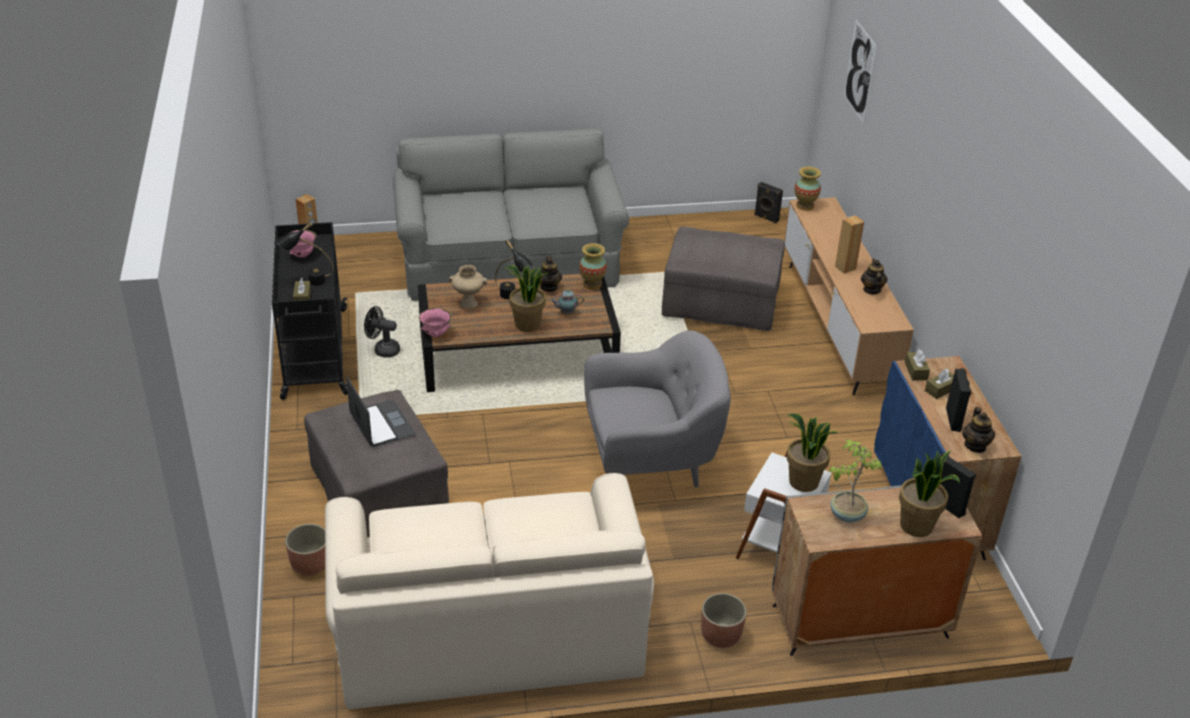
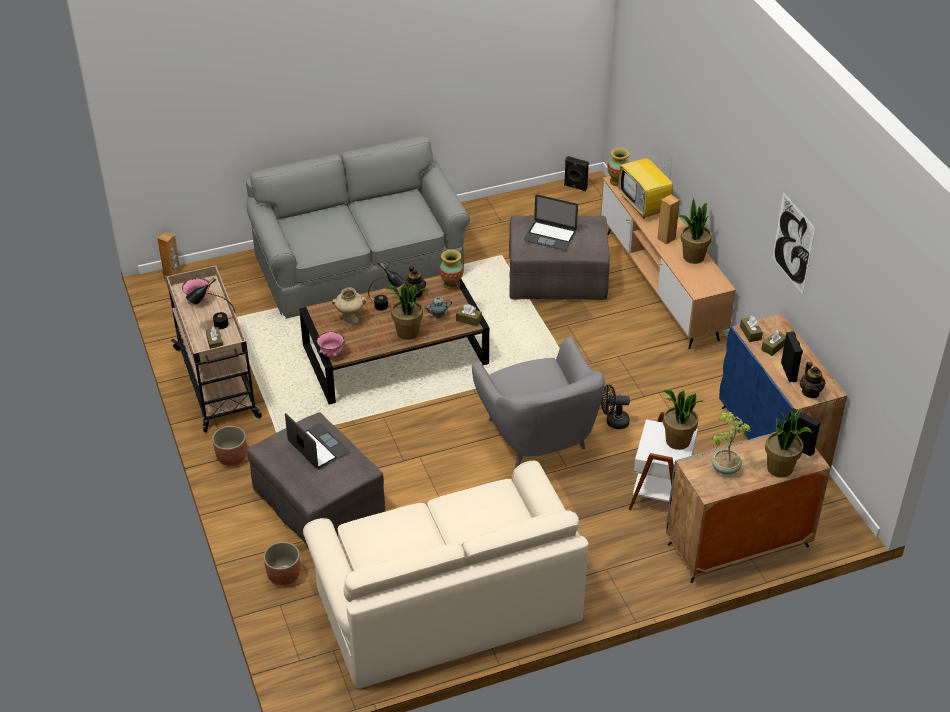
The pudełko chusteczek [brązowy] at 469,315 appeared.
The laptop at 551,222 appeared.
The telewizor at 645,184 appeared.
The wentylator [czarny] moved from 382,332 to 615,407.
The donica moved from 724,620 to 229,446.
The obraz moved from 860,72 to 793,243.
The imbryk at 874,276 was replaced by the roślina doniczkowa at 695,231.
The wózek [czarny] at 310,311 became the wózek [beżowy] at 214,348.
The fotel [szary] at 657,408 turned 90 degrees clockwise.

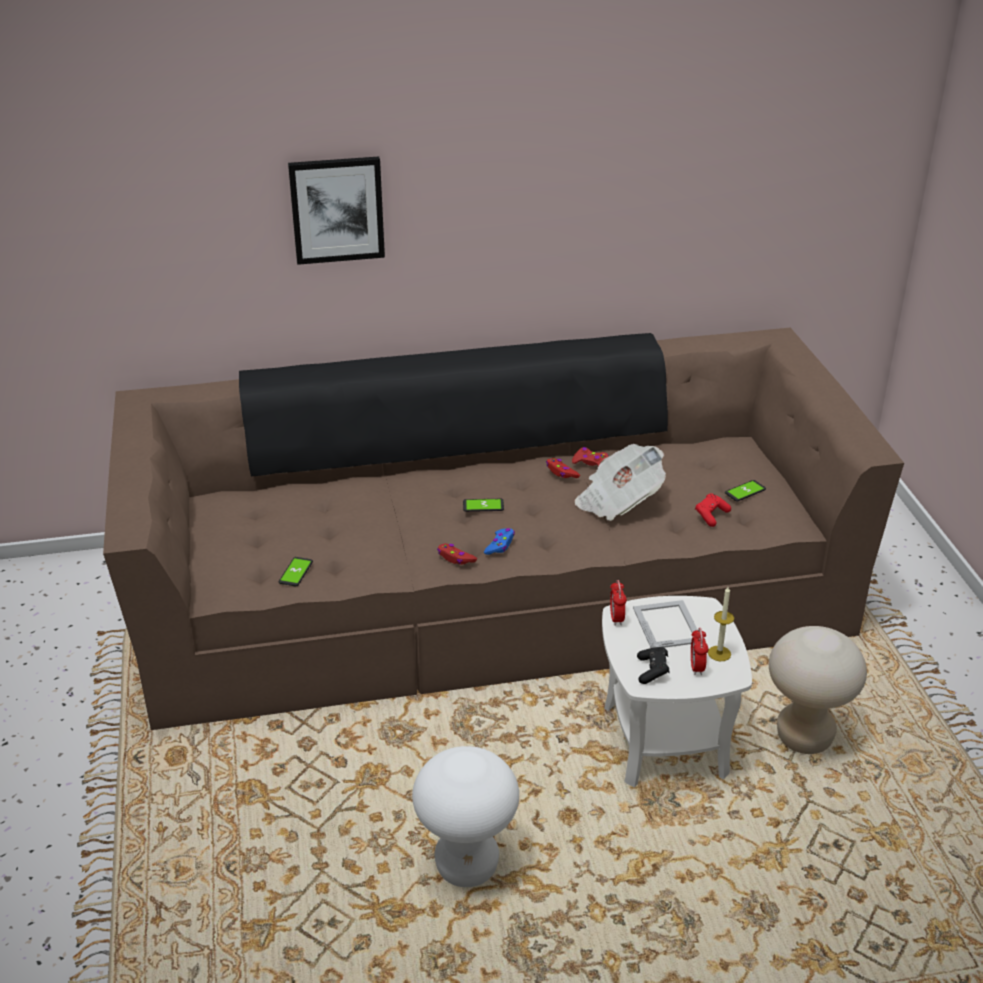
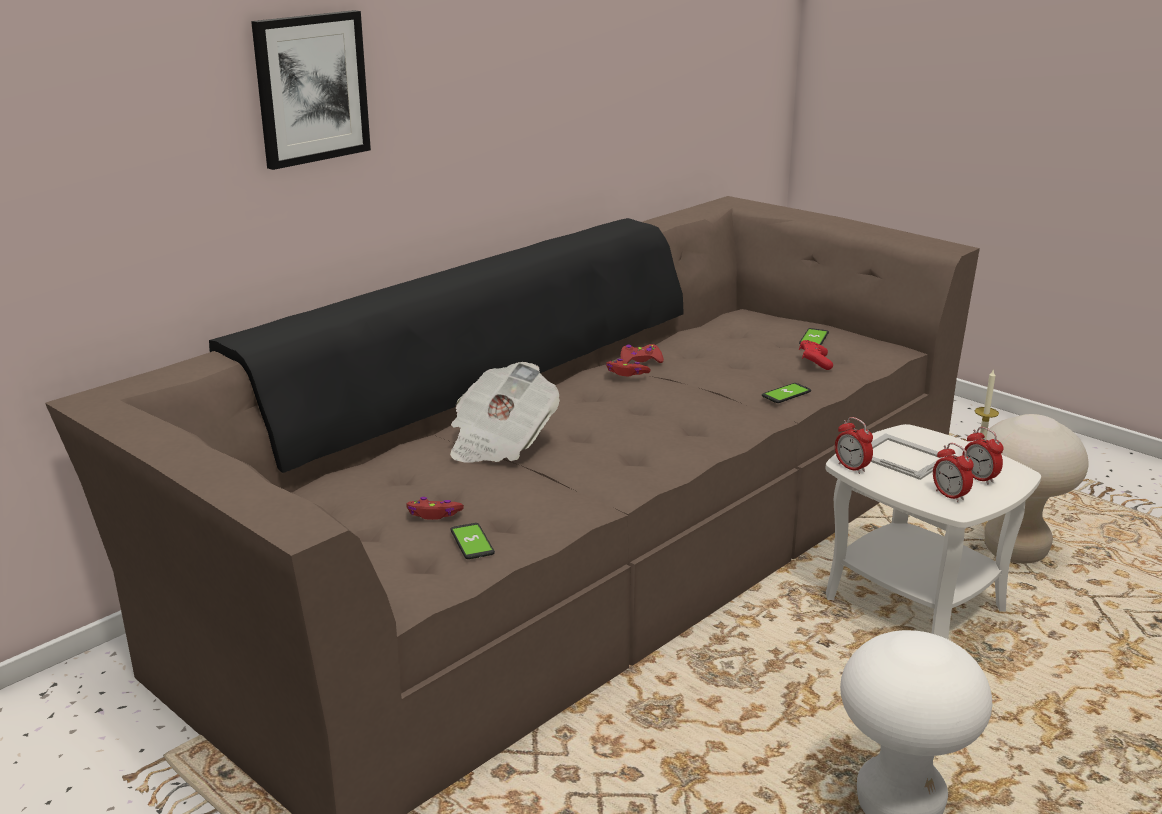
The pad do gier [niebieski] at 499,541 disappeared.
The pad do gier [czerwony] moved from 457,554 to 435,508.
The telefon moved from 483,505 to 786,393.
The gazeta moved from 620,482 to 505,412.
The pad do gier [czarny] at 653,665 was replaced by the budzik at 953,472.

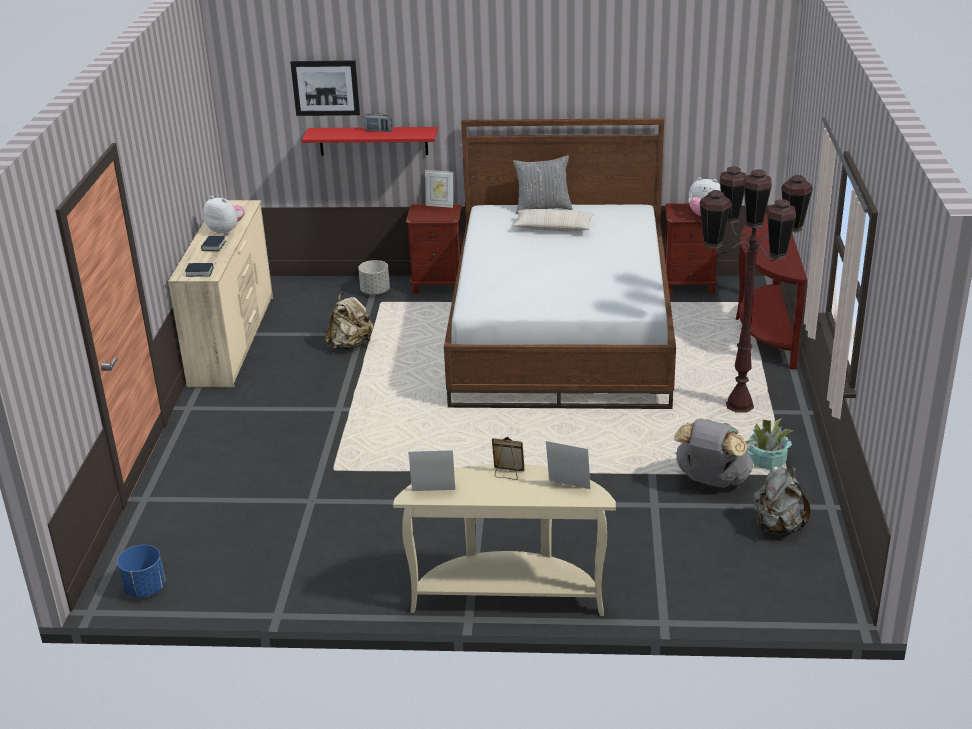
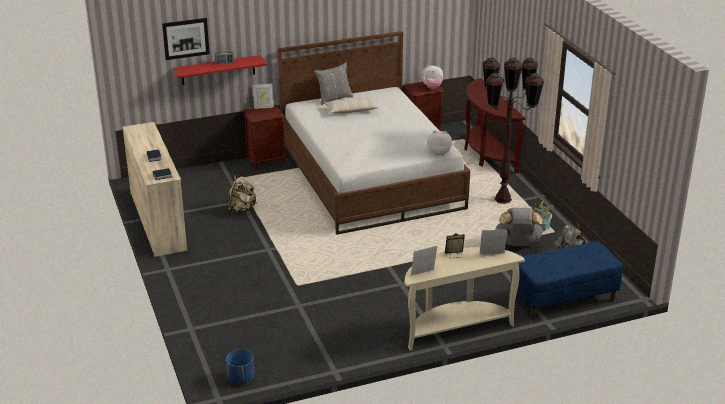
The donica [szary] at 374,277 disappeared.
The ławka [niebieski] at 567,280 appeared.
The pluszak moved from 224,215 to 439,143.

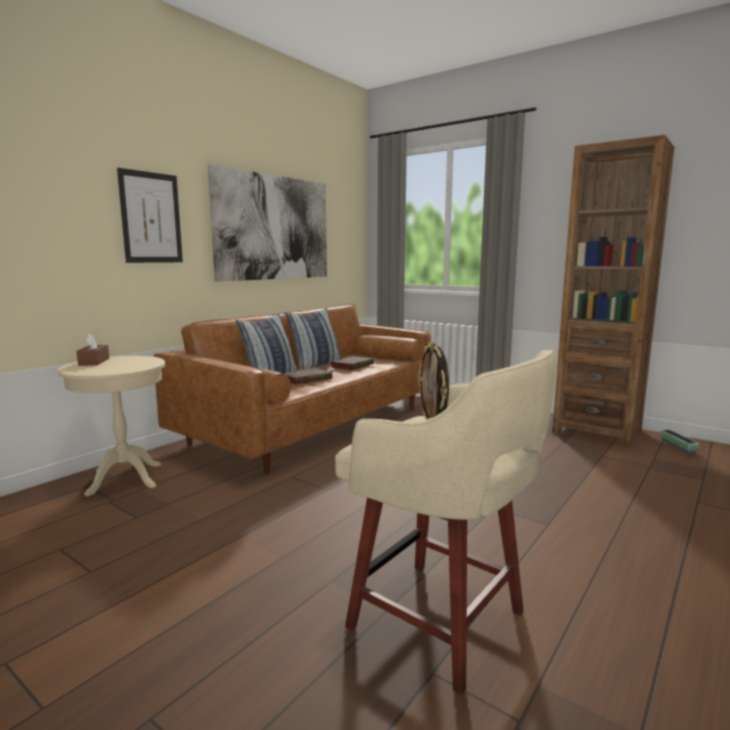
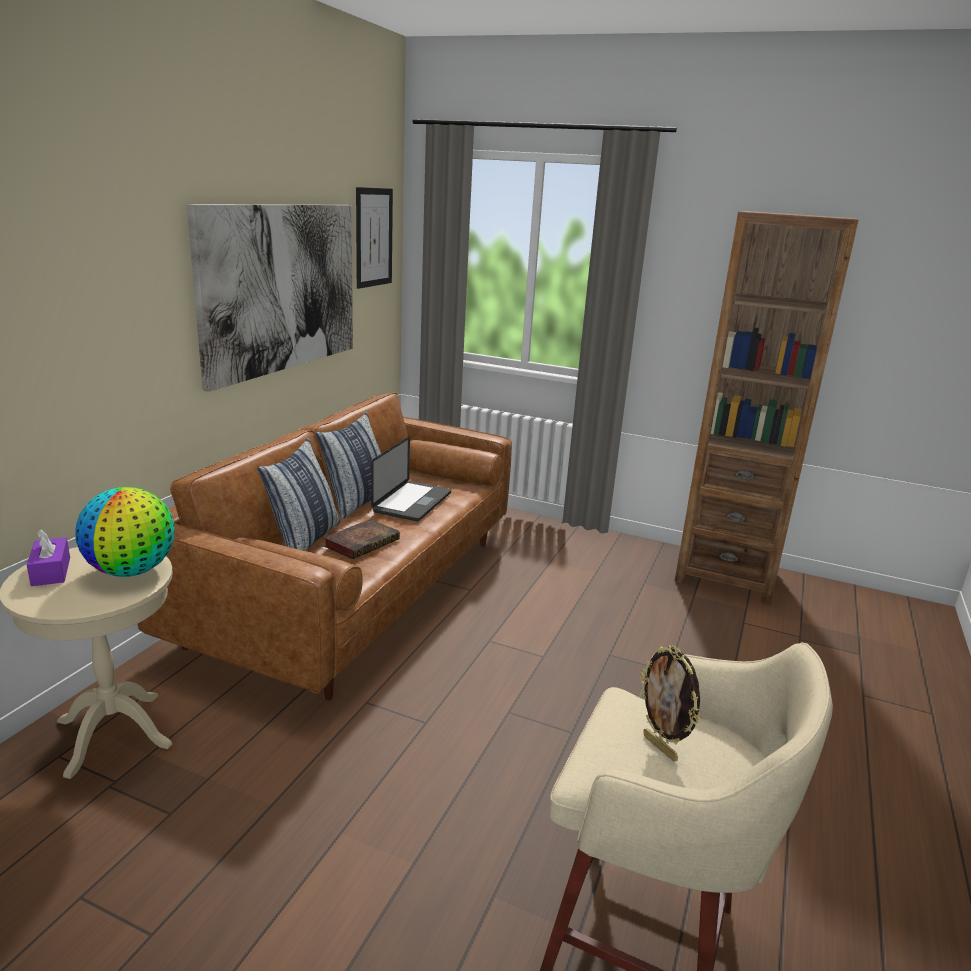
The donica at 680,441 disappeared.
The globus at 125,532 appeared.
The obraz moved from 150,215 to 374,238.
The książka at 352,363 was replaced by the laptop at 411,479.
The pudełko chusteczek [brązowy] at 92,350 became the pudełko chusteczek [fioletowy] at 48,557.

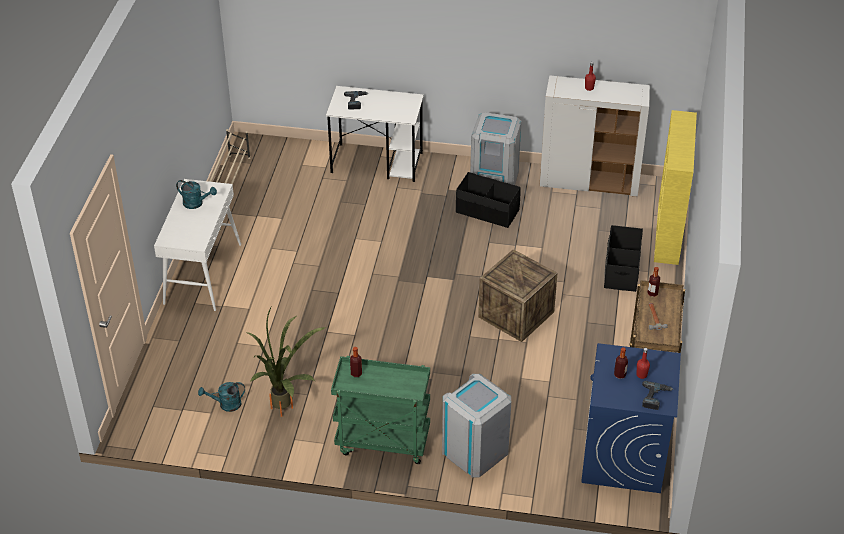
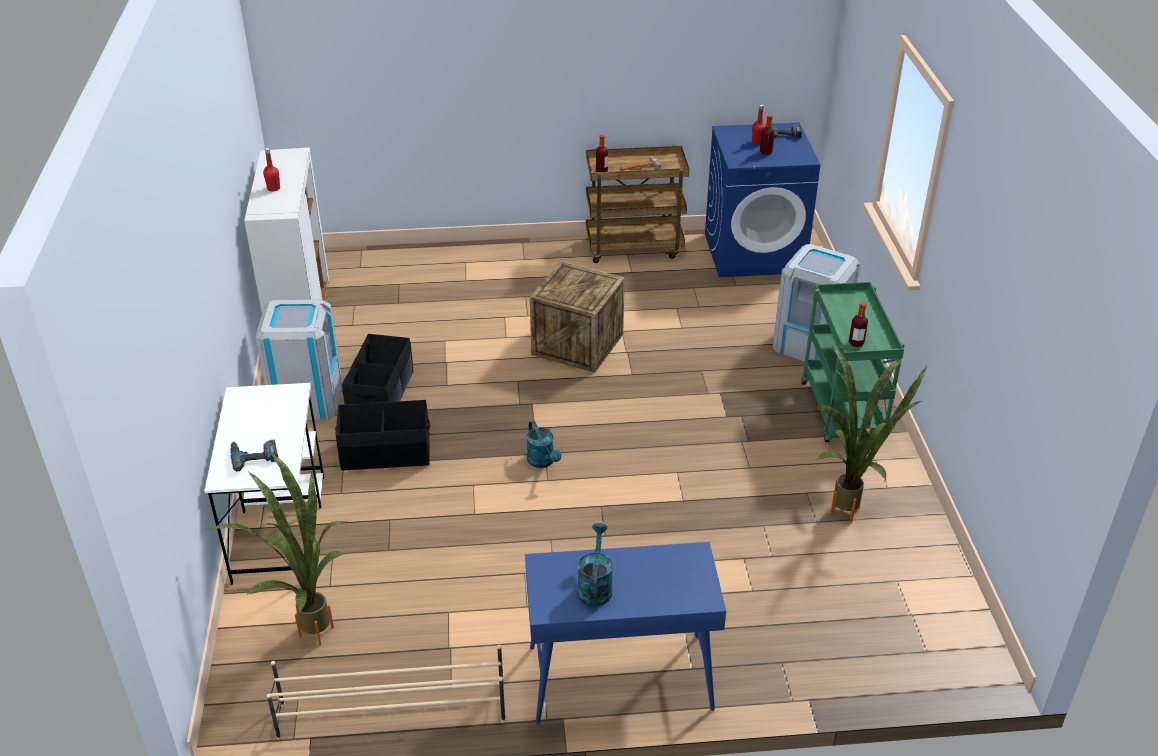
The regał [żółty] at 675,187 disappeared.
The roślina doniczkowa at 277,549 appeared.
The konewka [turkusowy] moved from 221,397 to 544,444.
The pojemnik do przechowywania [czarny] moved from 623,258 to 382,435.
The stolik konsolowy [biały] at 197,245 became the stolik konsolowy [niebieski] at 625,633.

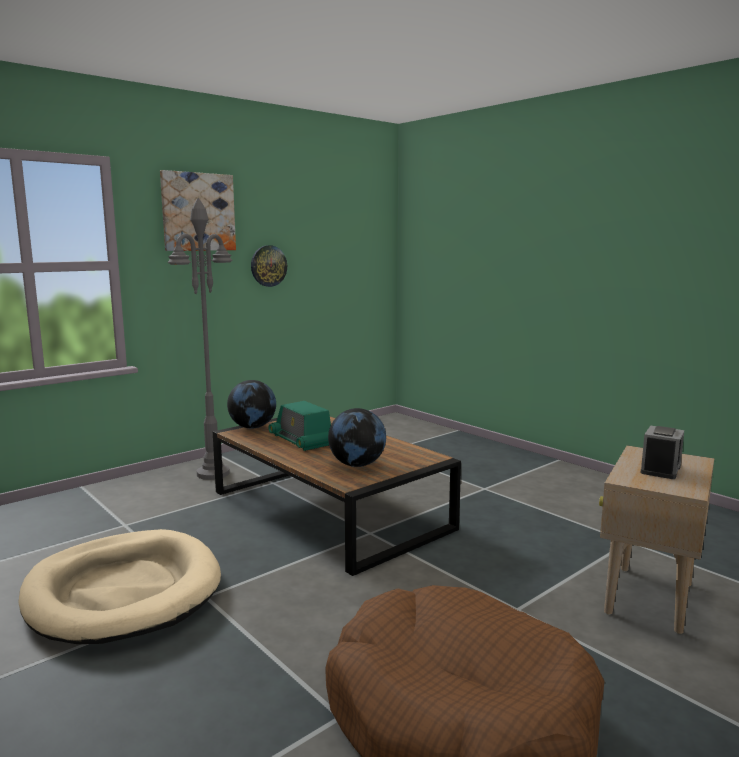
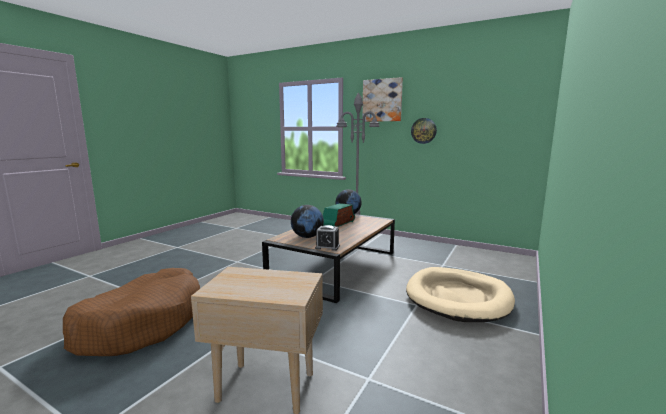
The legowisko [beżowy] moved from 119,586 to 460,294.
The budzik moved from 662,452 to 327,238.

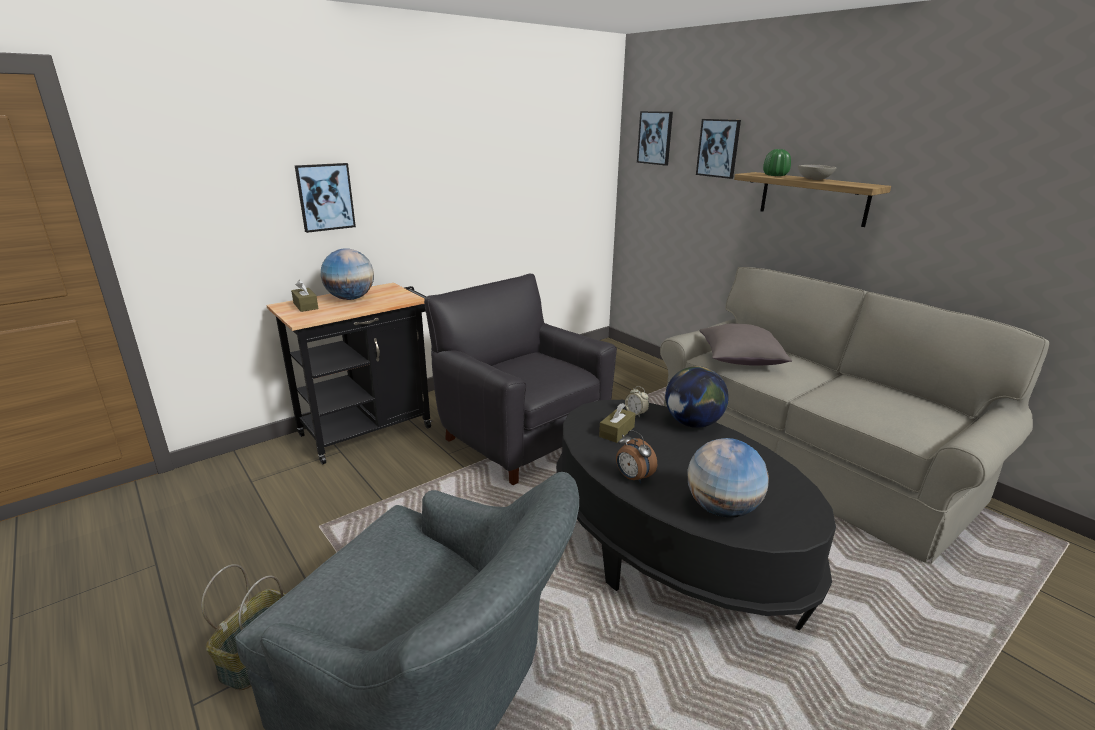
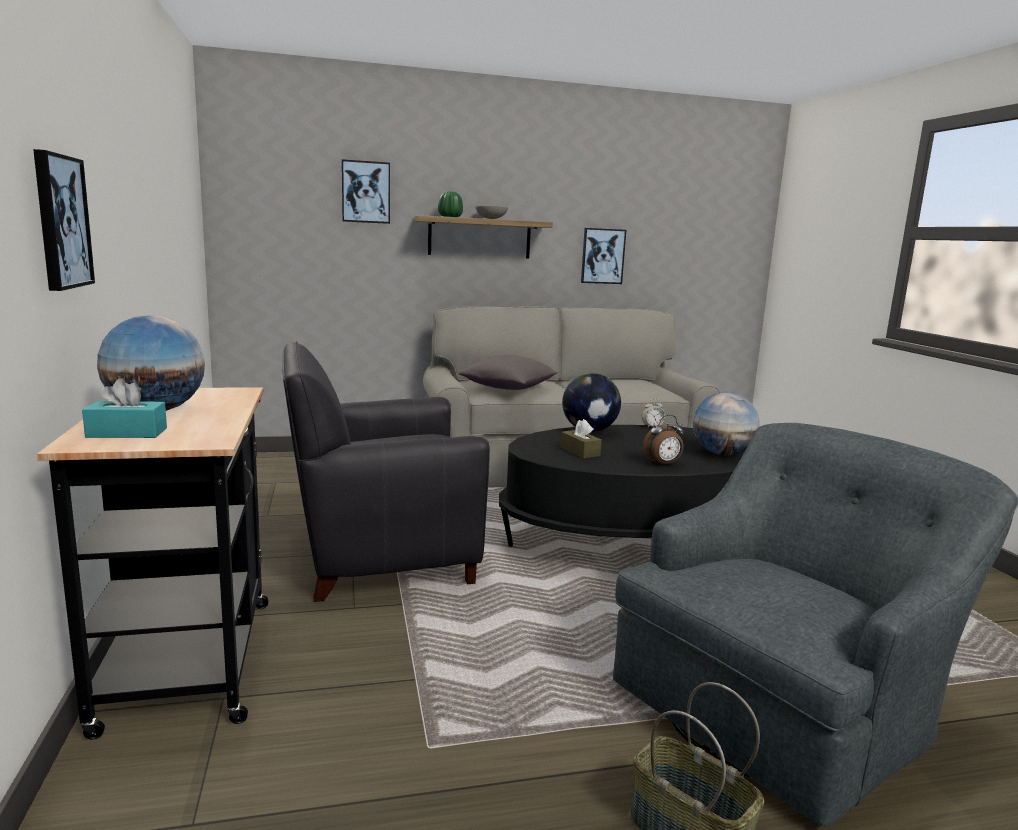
The budzik moved from 637,402 to 653,413.
The obraz moved from 655,138 to 603,256.
The pudełko chusteczek [brązowy] at 304,296 became the pudełko chusteczek [turkusowy] at 124,408.

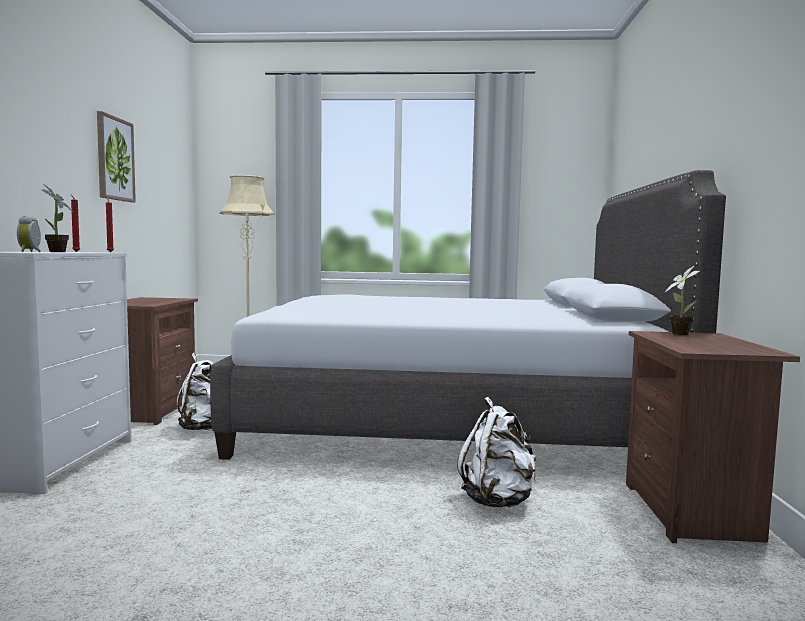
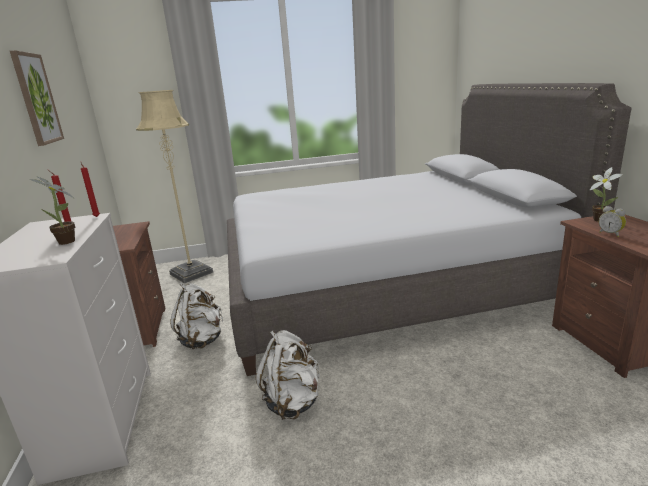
The budzik moved from 29,234 to 612,221.
The plecak [biały] moved from 497,452 to 288,375.

